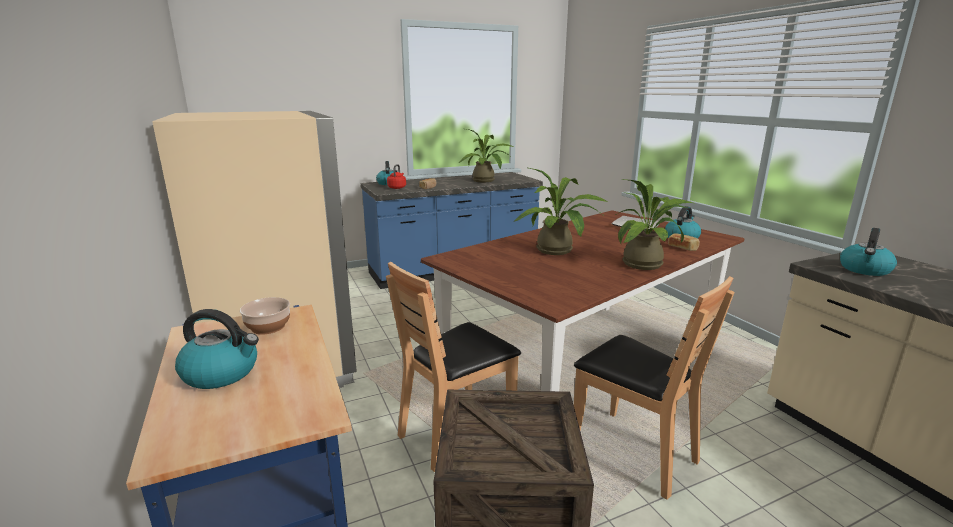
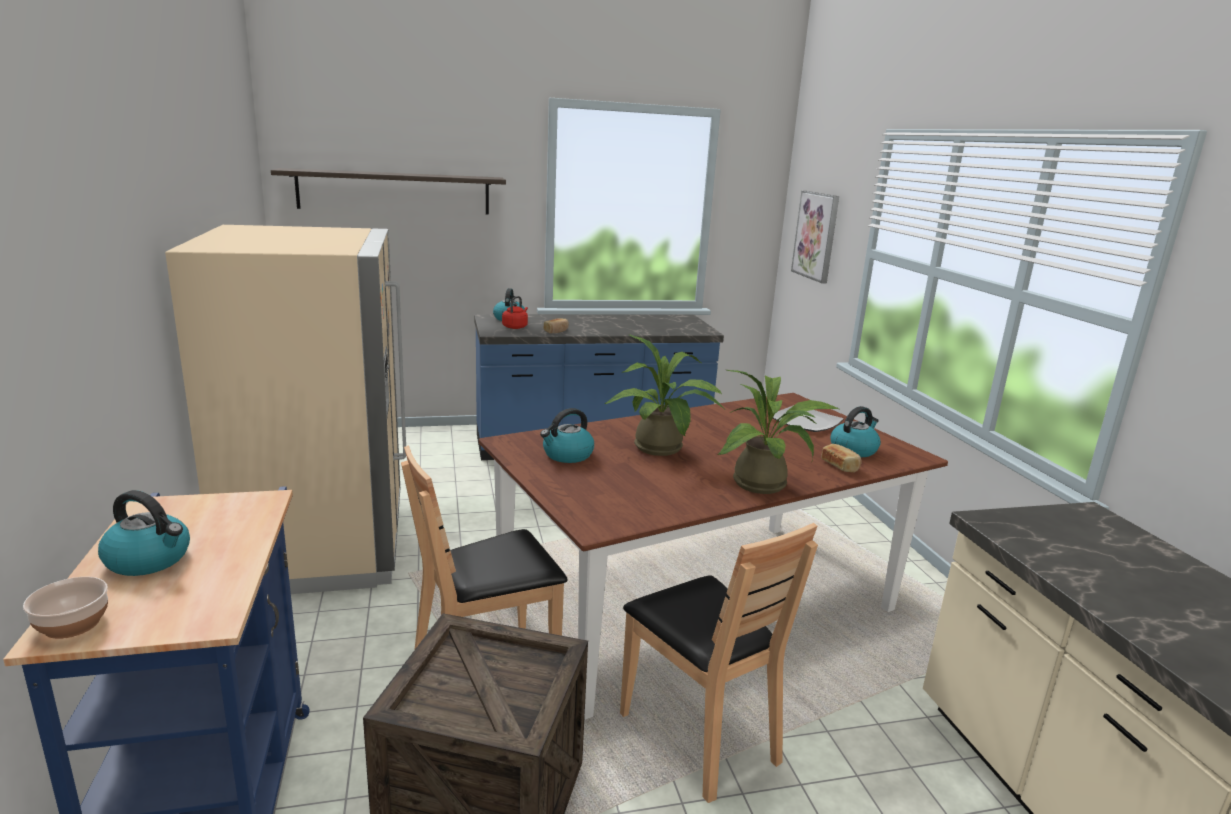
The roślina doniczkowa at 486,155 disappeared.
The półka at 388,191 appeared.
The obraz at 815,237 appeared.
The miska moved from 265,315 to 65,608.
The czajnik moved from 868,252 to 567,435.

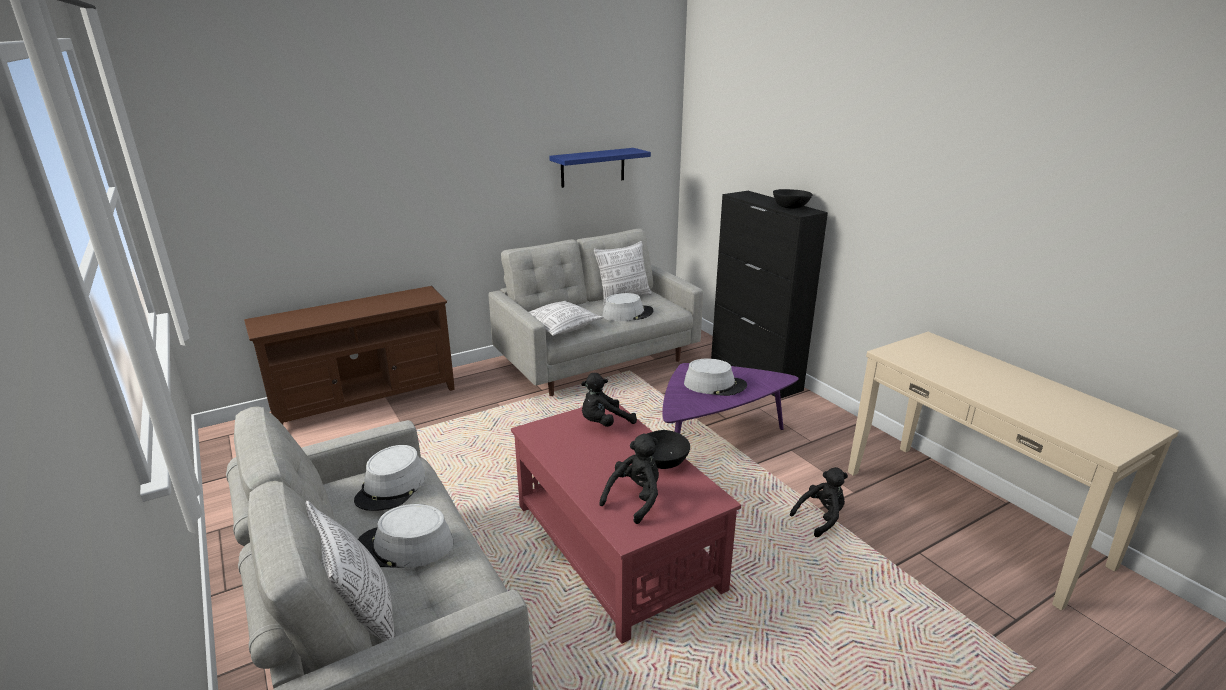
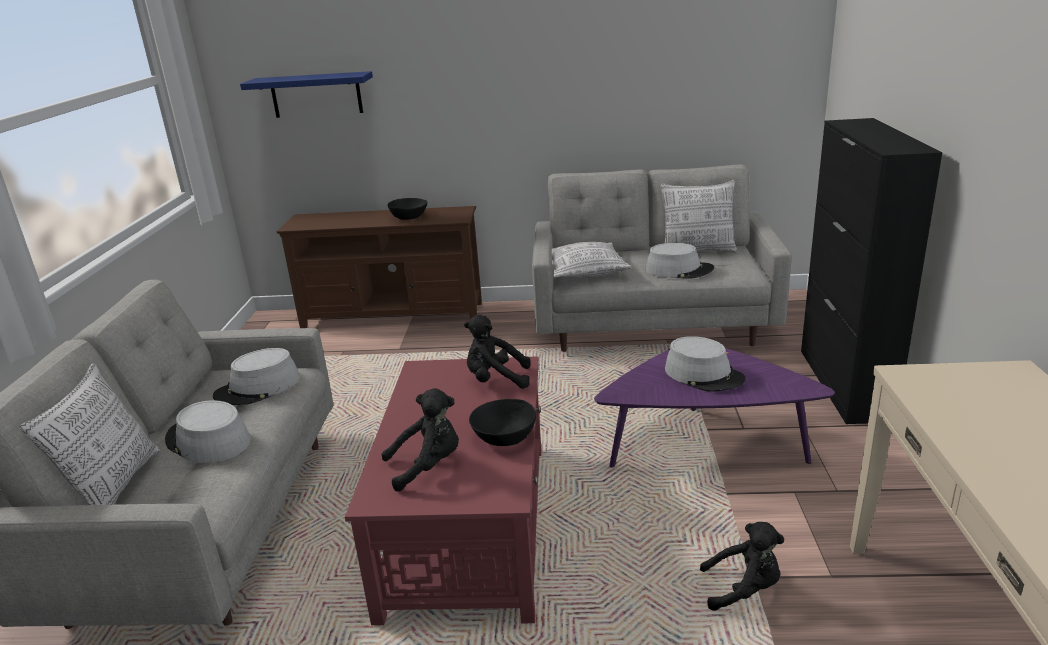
The półka [niebieski] moved from 600,168 to 306,94.
The miska [czarny] moved from 792,199 to 408,209.

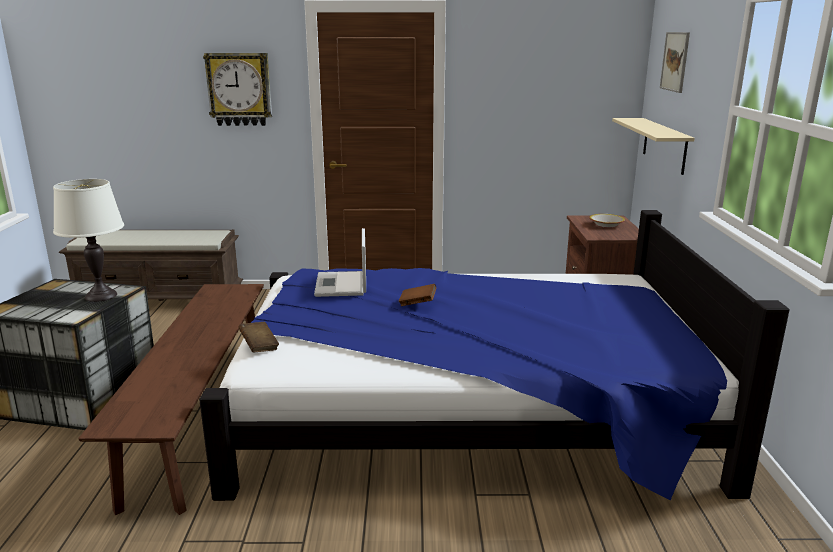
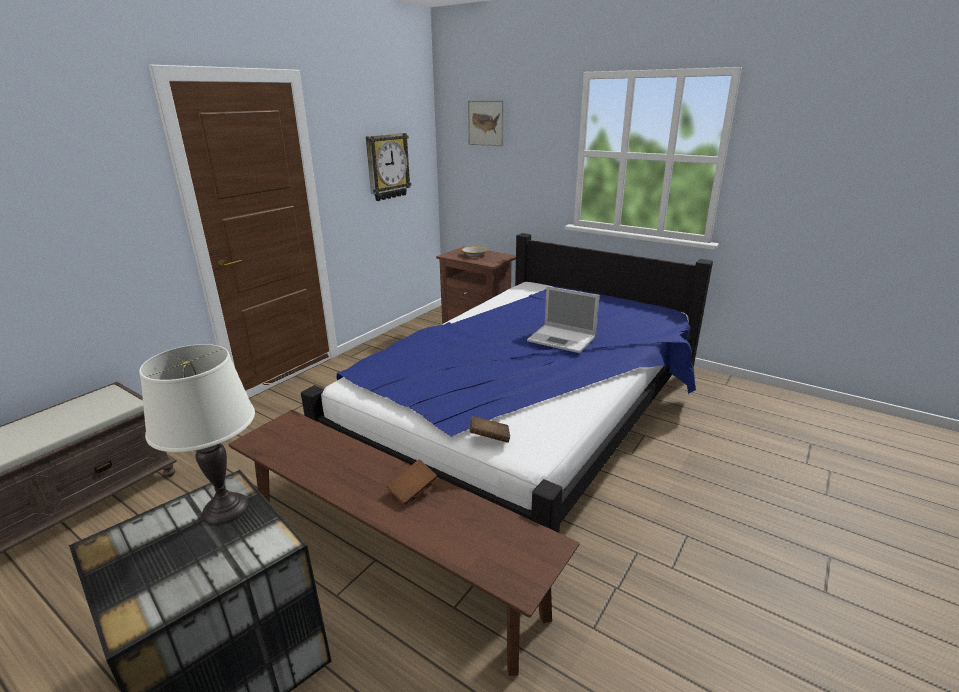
The półka [beżowy] at 653,146 disappeared.
The zegar ścienny moved from 237,89 to 388,167.
The laptop moved from 340,262 to 563,319.
The książka [brązowy] moved from 417,295 to 412,482.

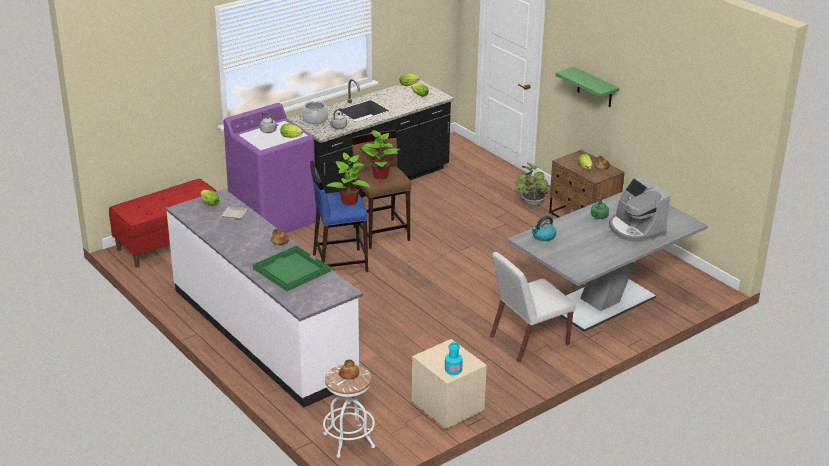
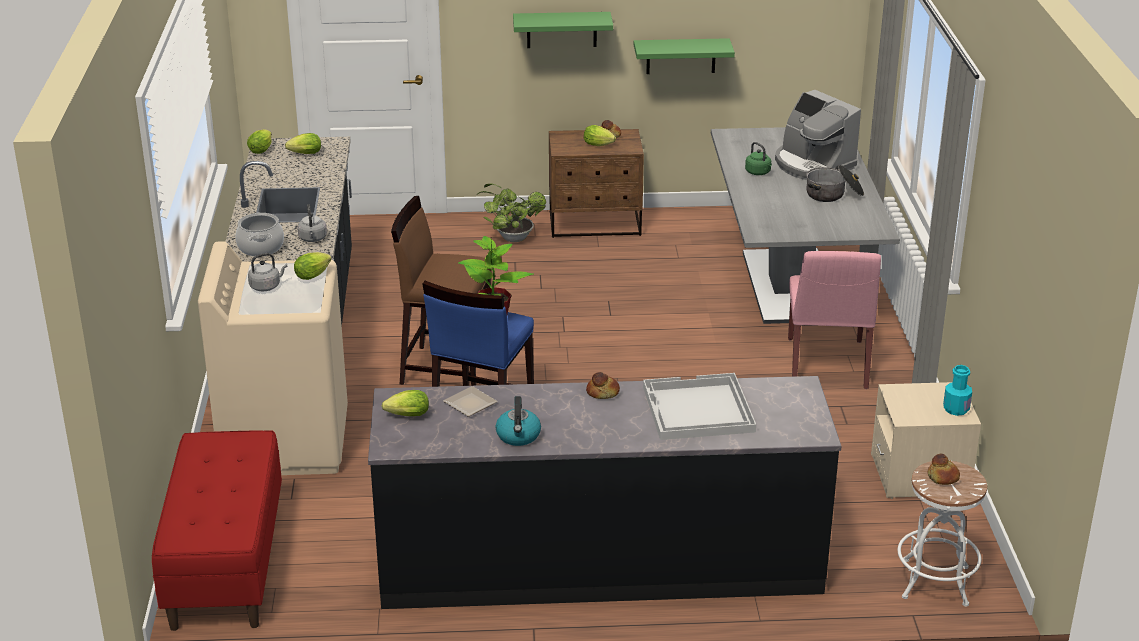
The roślina doniczkowa at 380,154 disappeared.
The półka [zielony] at 684,56 appeared.
The garnek at 835,183 appeared.
The czajnik moved from 544,228 to 518,421.
The zabudowa kuchenna [biały] at 264,298 became the zabudowa kuchenna [czarny] at 604,492.
The pralka [fioletowy] at 270,168 became the pralka [beżowy] at 273,358.
The taca [zielony] at 292,268 became the taca [biały] at 699,406.
The krzesło [biały] at 532,307 became the krzesło [różowy] at 834,320.
The ekspres do kawy at 639,210 turned 45 degrees clockwise.

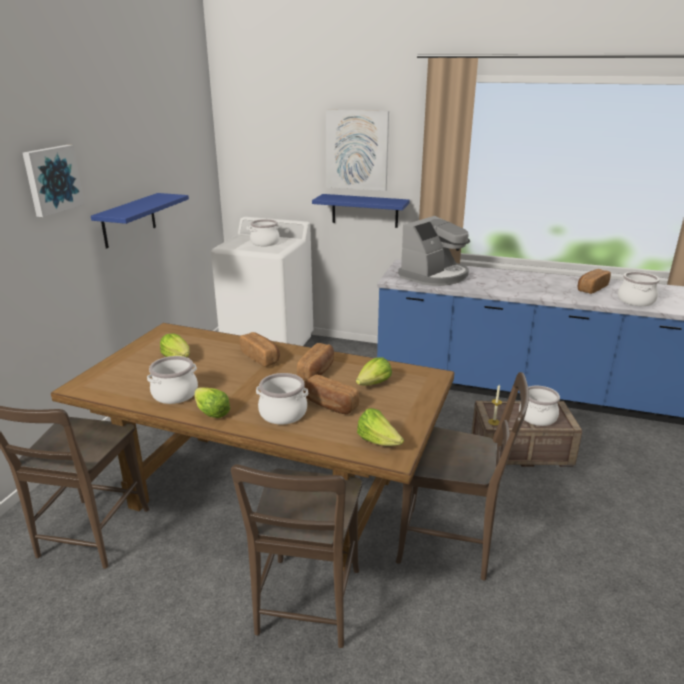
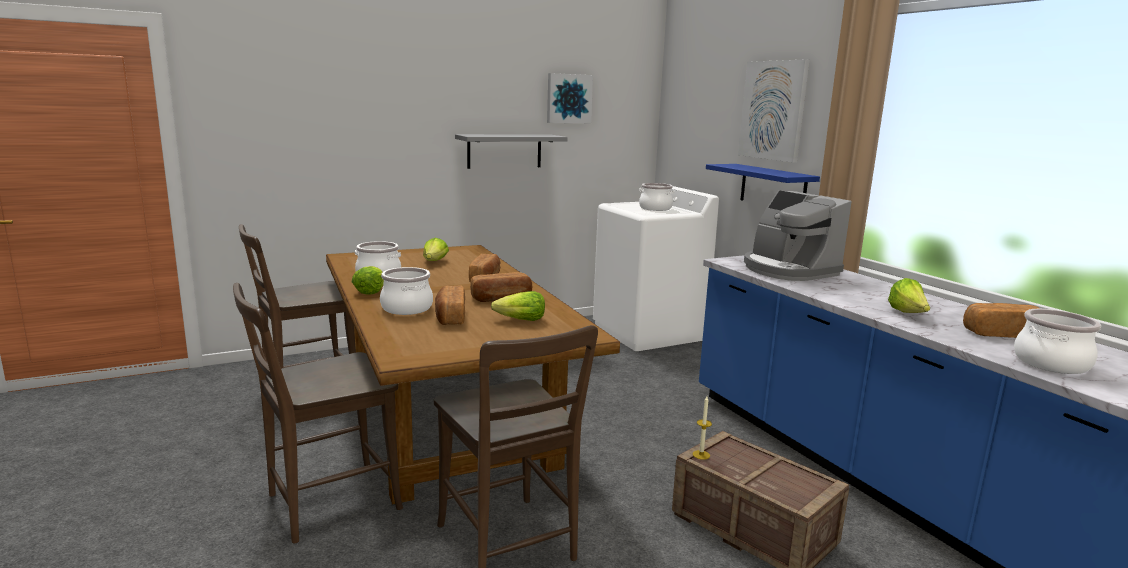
The garnek at 539,406 disappeared.
The obraz moved from 53,181 to 570,98.
The sałata moved from 380,427 to 909,295.
The półka [niebieski] at 140,220 became the półka [szary] at 511,151.
The ekspres do kawy at 434,251 turned 60 degrees clockwise.

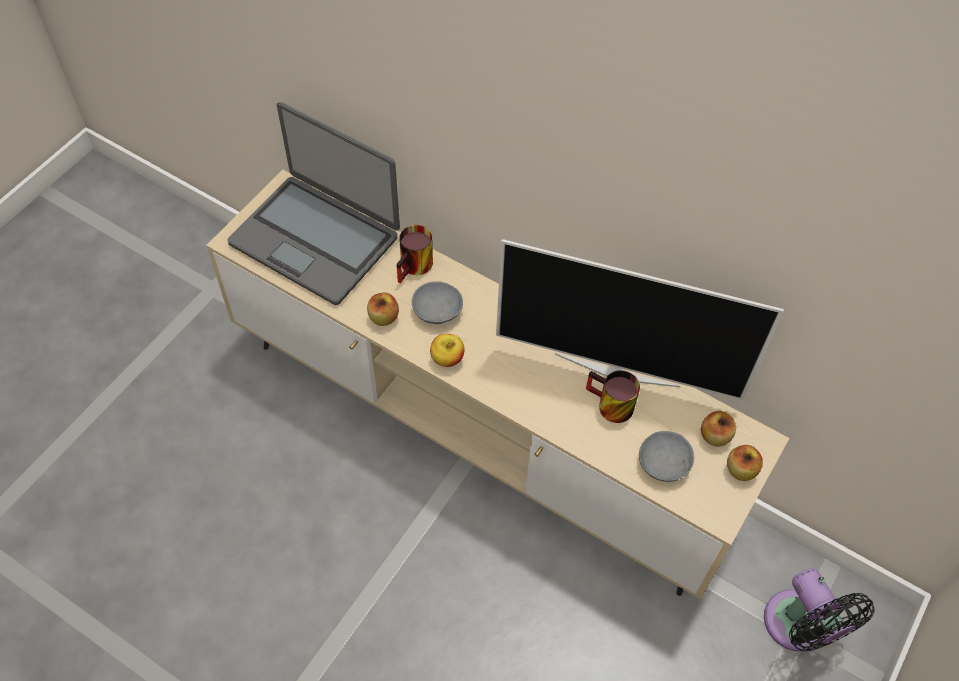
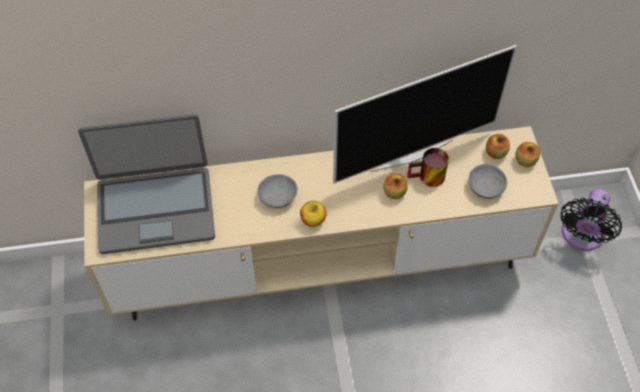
The kubek at 415,254 disappeared.
The jabłko moved from 383,309 to 395,186.
The wentylator [czarny] at 819,610 turned 90 degrees clockwise.

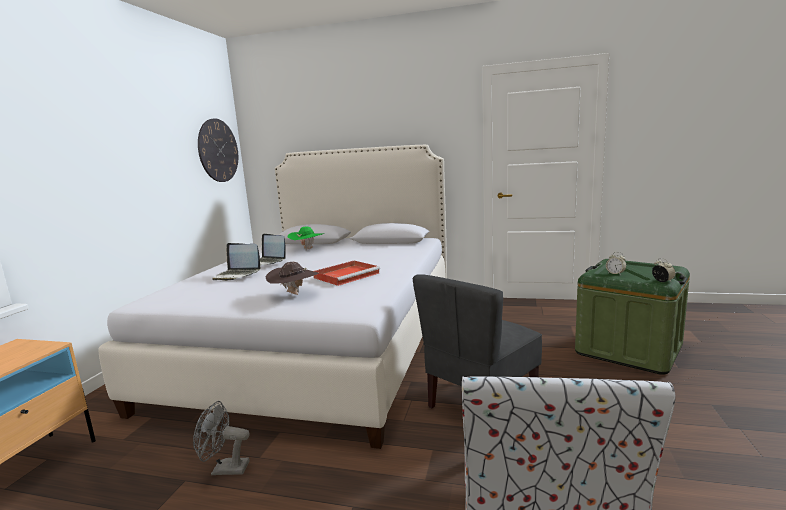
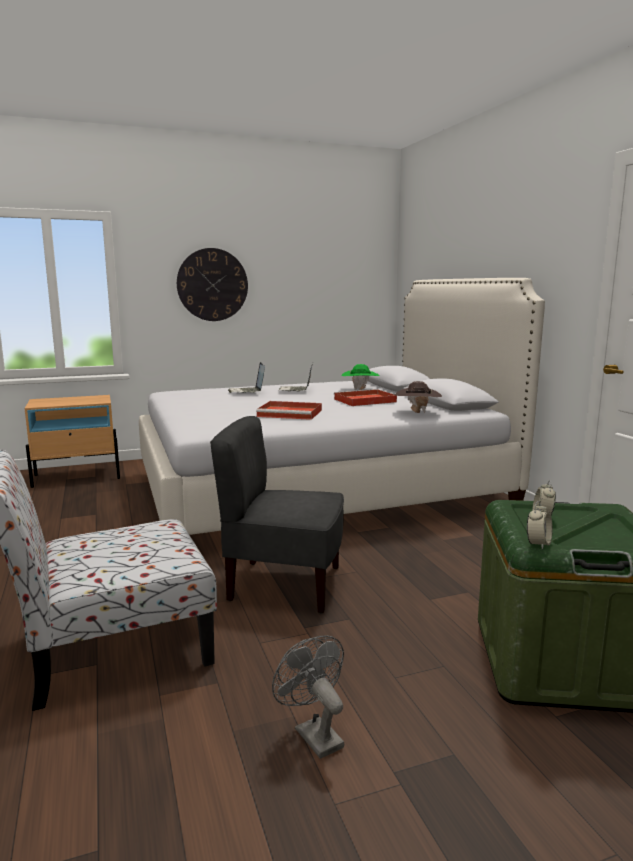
The taca [czerwony] at 365,397 appeared.
The wentylator [szary] moved from 221,438 to 308,697.
The zegar ścienny moved from 218,150 to 212,284.
The kapelusz [brązowy] moved from 292,278 to 418,397.

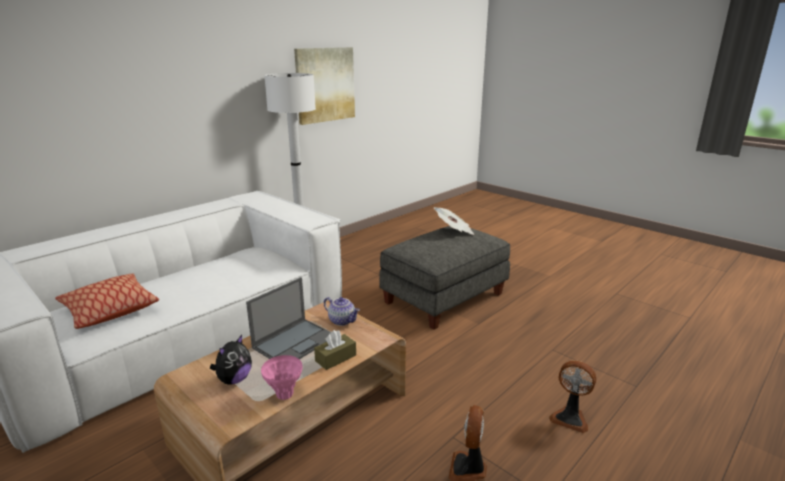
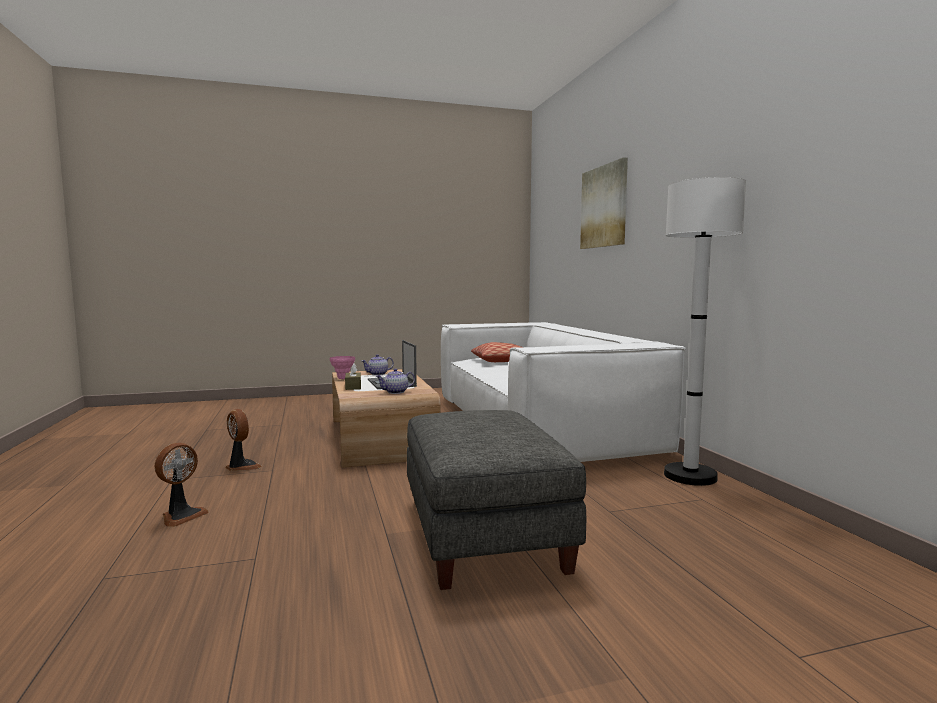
The gazeta at 454,221 disappeared.
The obraz moved from 324,86 to 604,203.
The pluszak at 231,360 was replaced by the imbryk at 378,365.
The wentylator at 572,396 turned 150 degrees clockwise.

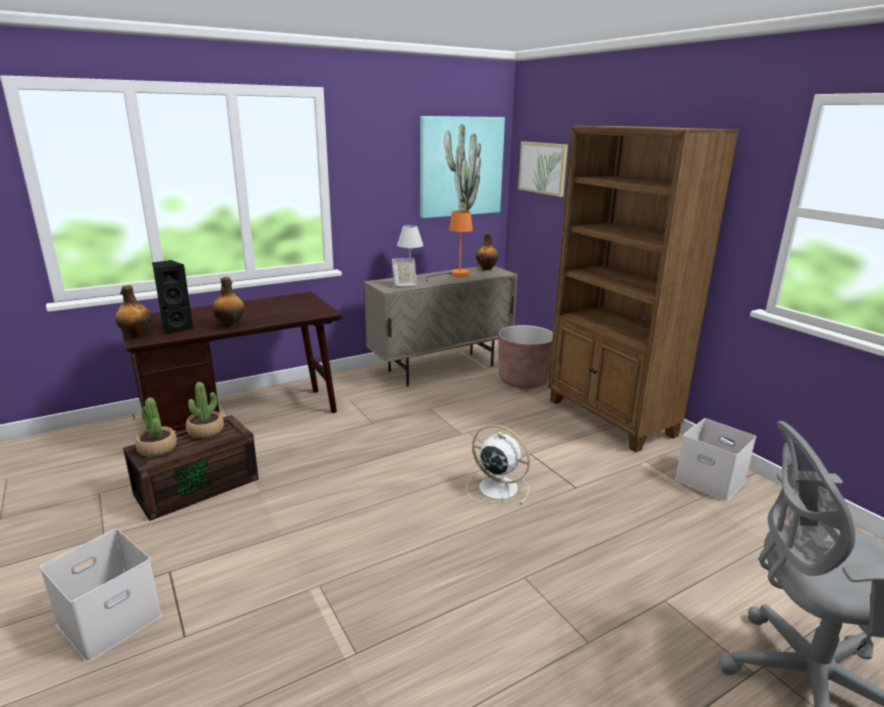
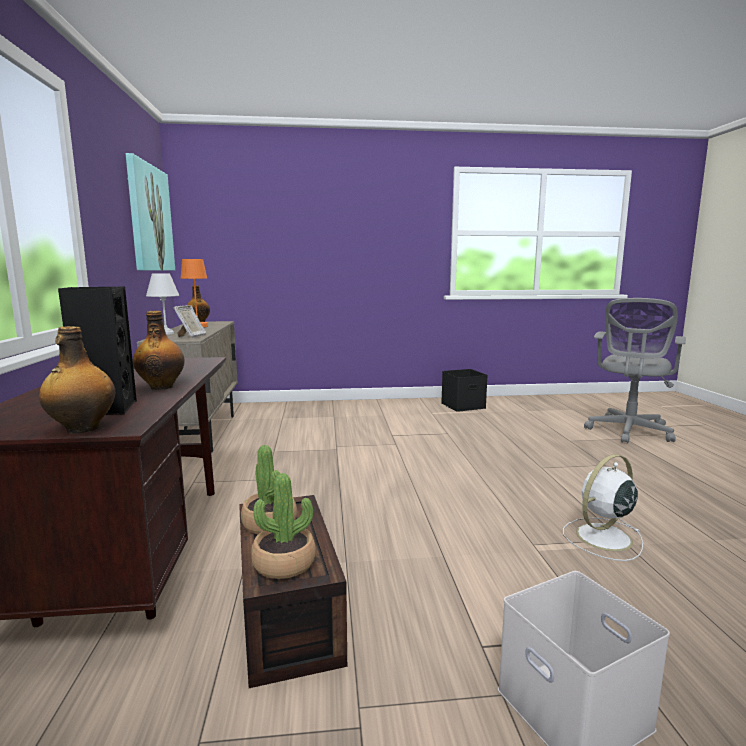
The donica [brązowy] at 526,357 disappeared.
The obraz at 543,169 disappeared.
The regał [brązowy] at 643,289 disappeared.
The wentylator [biały] moved from 498,464 to 603,507.
The pojemnik do przechowywania [biały] at 715,460 became the pojemnik do przechowywania [czarny] at 464,390.

